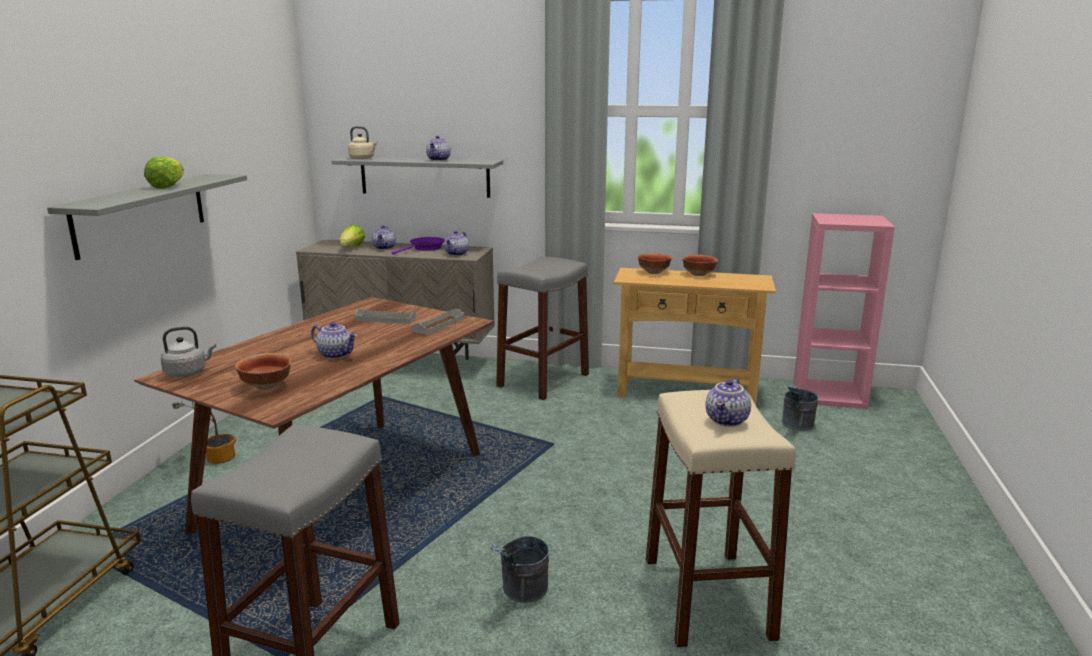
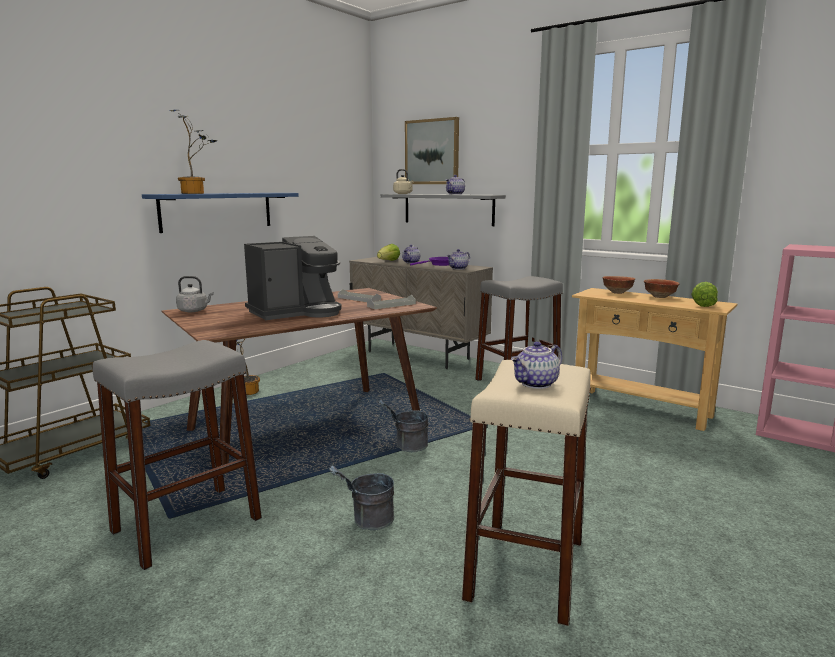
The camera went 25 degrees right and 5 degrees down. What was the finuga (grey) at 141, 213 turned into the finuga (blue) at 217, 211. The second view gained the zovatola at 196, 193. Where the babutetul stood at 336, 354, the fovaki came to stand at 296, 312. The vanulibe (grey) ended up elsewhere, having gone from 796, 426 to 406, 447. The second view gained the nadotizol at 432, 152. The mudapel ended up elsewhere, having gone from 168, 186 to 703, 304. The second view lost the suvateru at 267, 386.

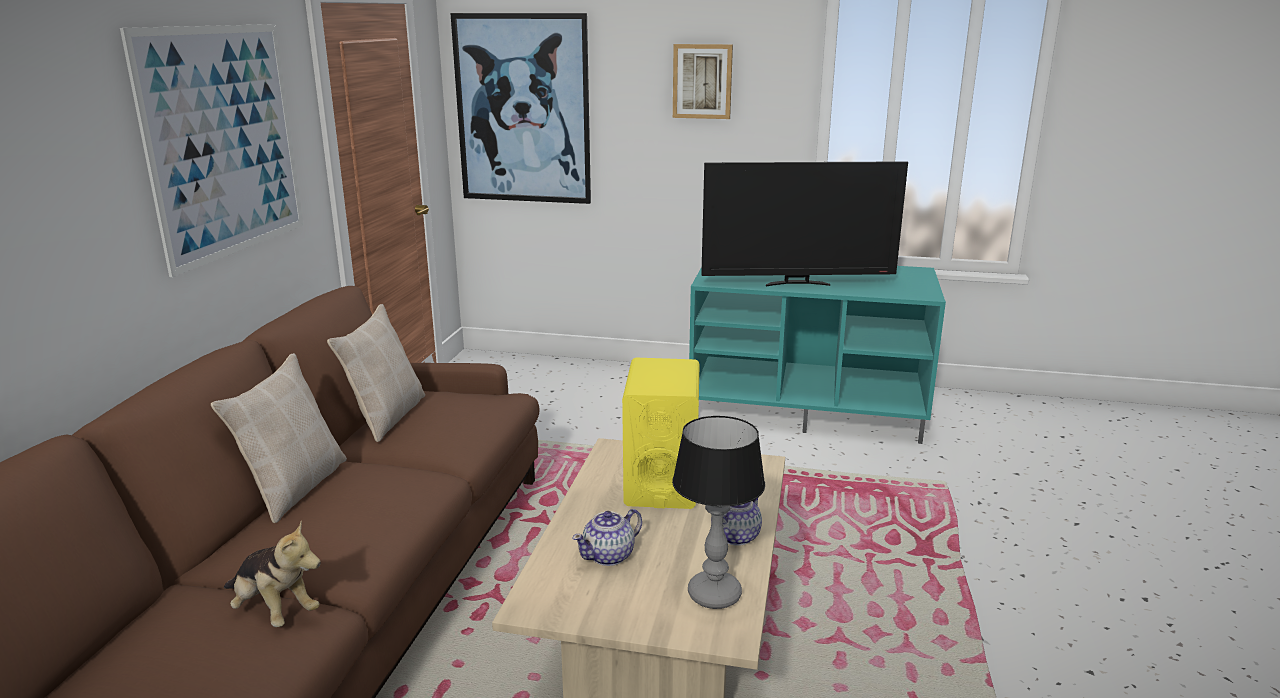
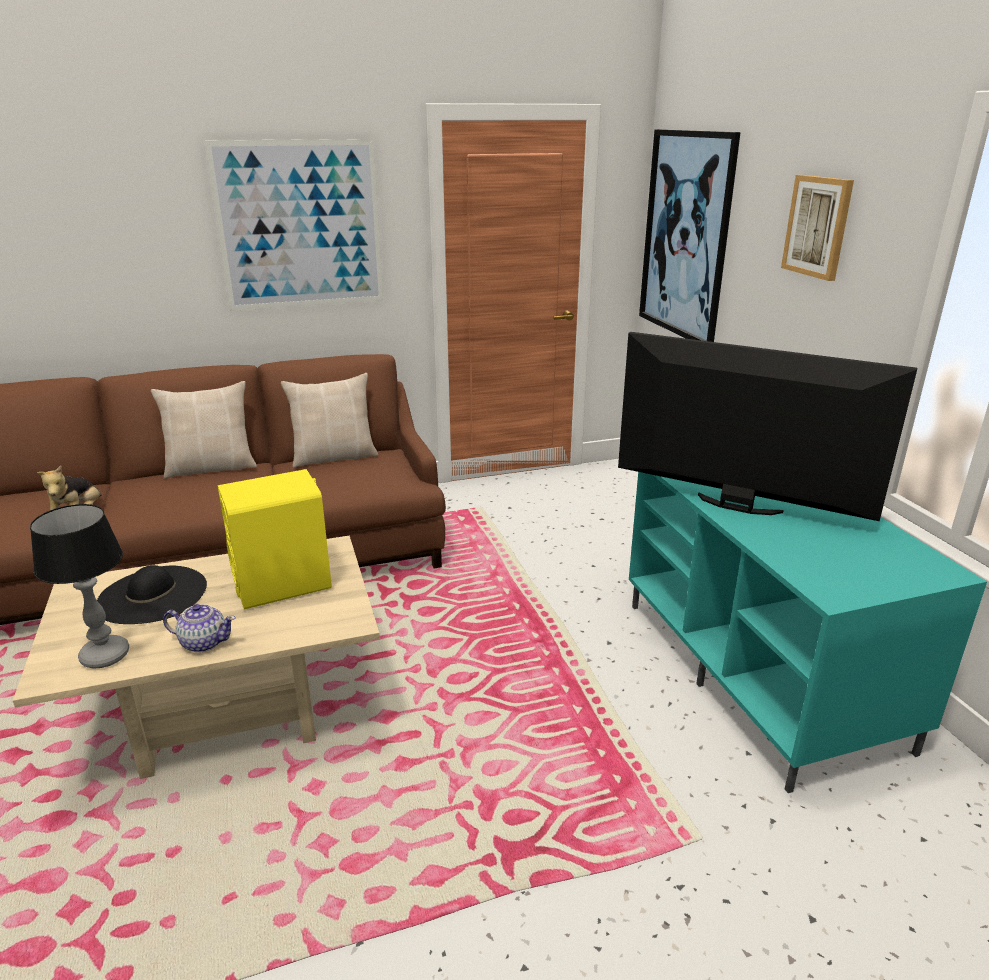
The camera went 60 degrees right and 5 degrees up. Where the babutetul stood at 609, 556, the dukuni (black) came to stand at 152, 595. The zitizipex at 797, 283 ended up facing another way, 150 degrees clockwise from before.

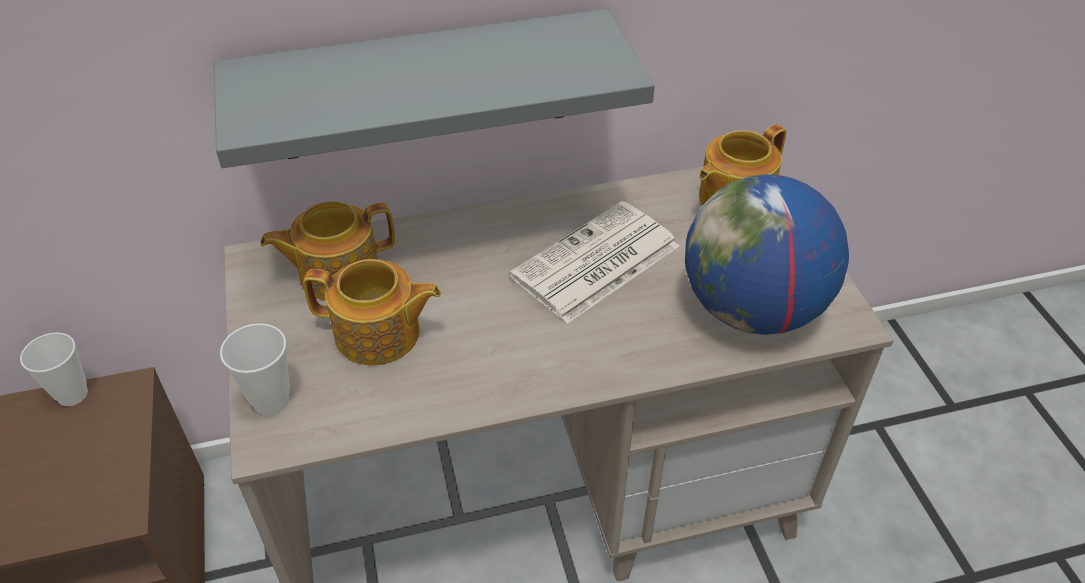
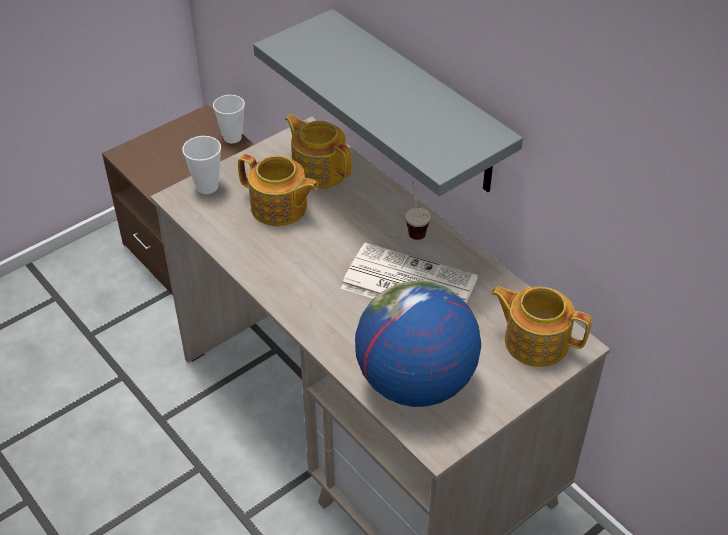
The camera went 65 degrees right and 0 degrees up. The babutetul at 379, 334 ended up facing another way, 45 degrees counterclockwise from before. The second view gained the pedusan at 415, 227.

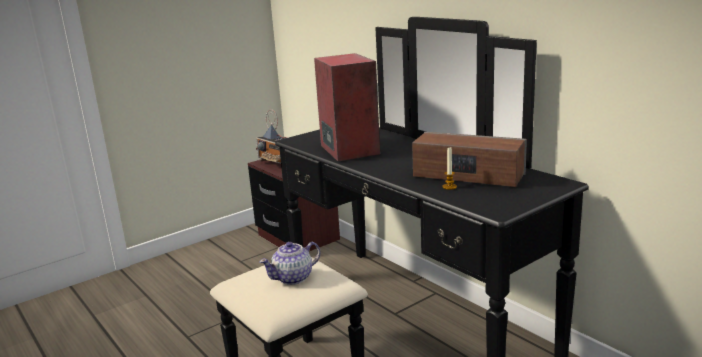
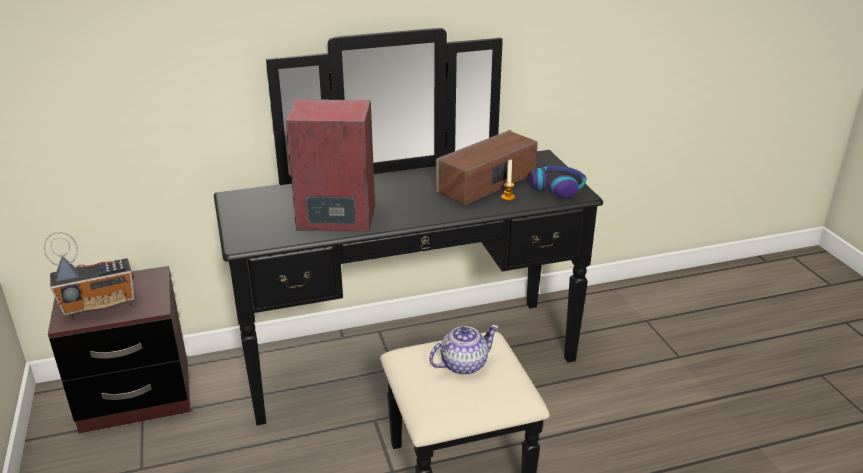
The camera went 70 degrees left and 10 degrees up. The babutetul at 293, 278 ended up facing another way, 105 degrees counterclockwise from before. The second view gained the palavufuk at 557, 187.

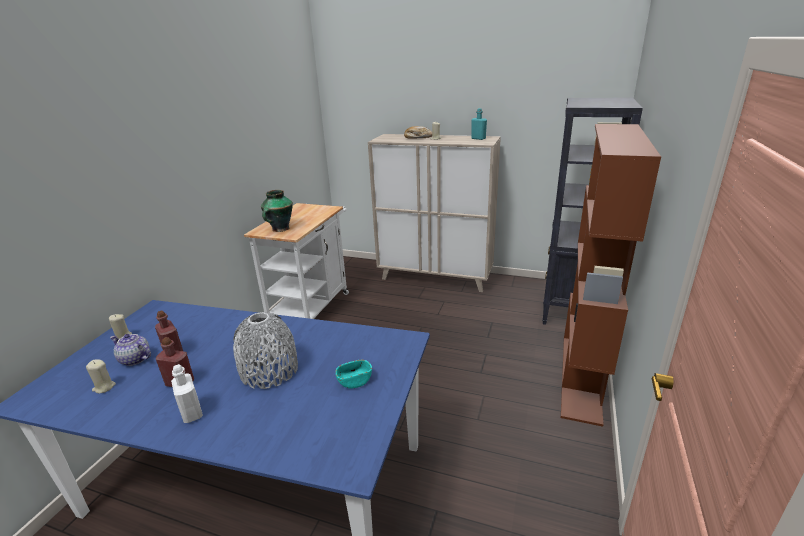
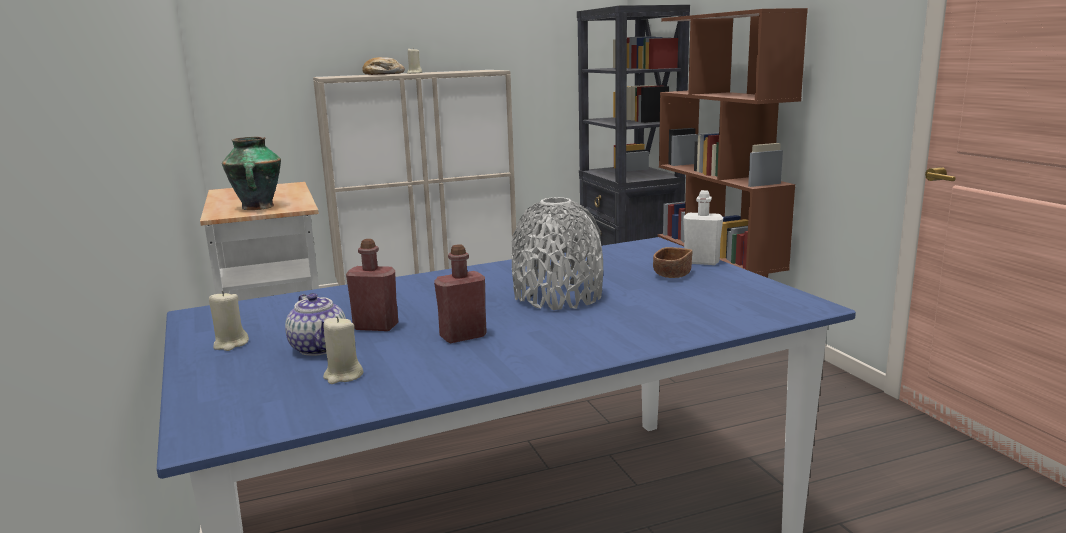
The camera went 40 degrees left and 10 degrees down. The babutetul at 134, 359 ended up facing another way, 105 degrees counterclockwise from before. What was the suvateru (turquoise) at 355, 381 turned into the suvateru (brown) at 672, 274. The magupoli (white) ended up elsewhere, having gone from 192, 413 to 701, 262. The second view lost the magupoli (turquoise) at 478, 138.

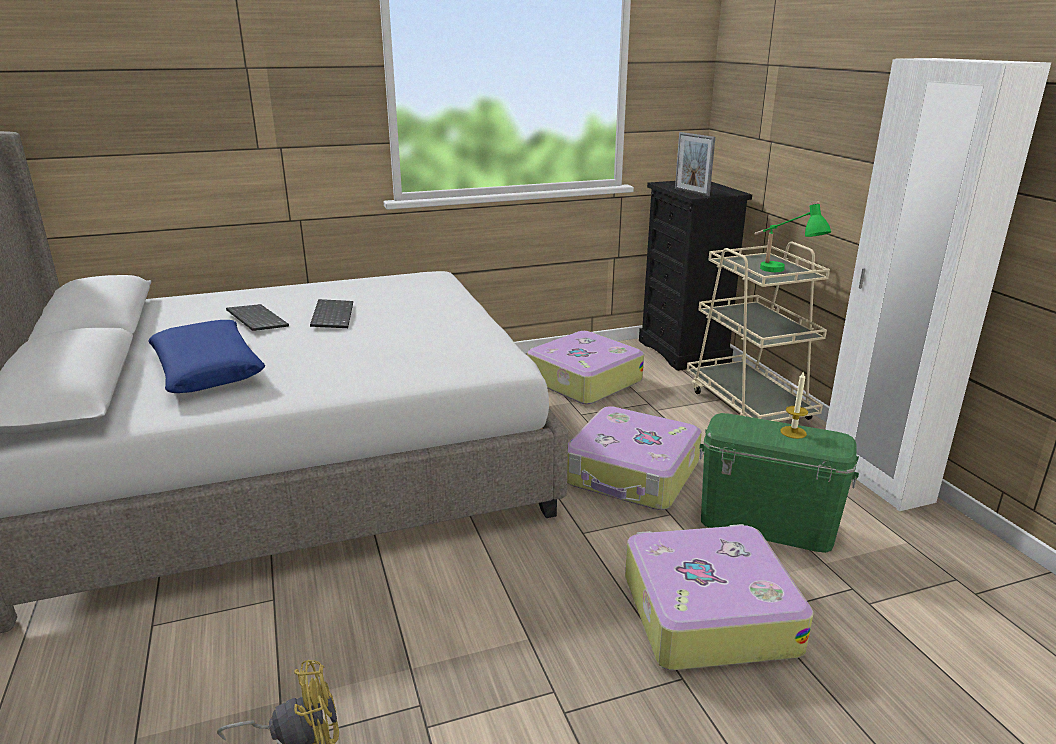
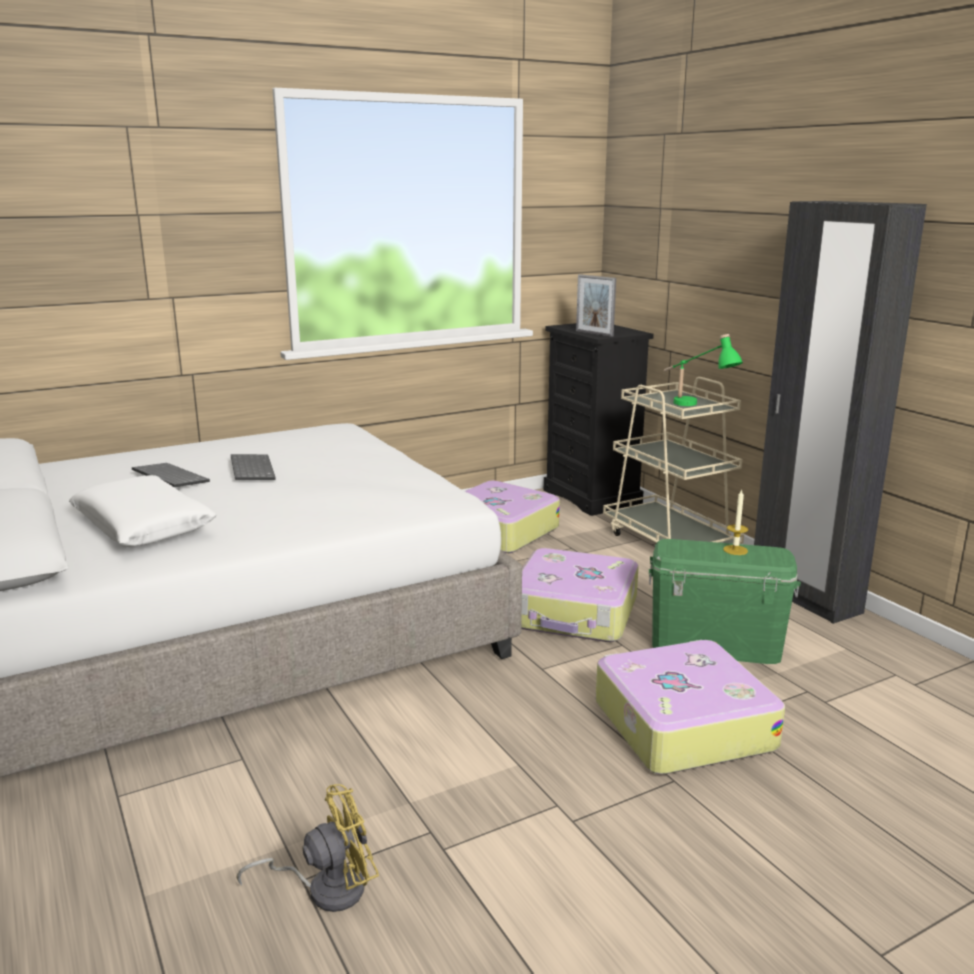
The camera went 10 degrees left and 5 degrees down. What was the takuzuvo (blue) at 208, 370 turned into the takuzuvo (white) at 144, 526. What was the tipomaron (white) at 874, 478 turned into the tipomaron (black) at 804, 597.

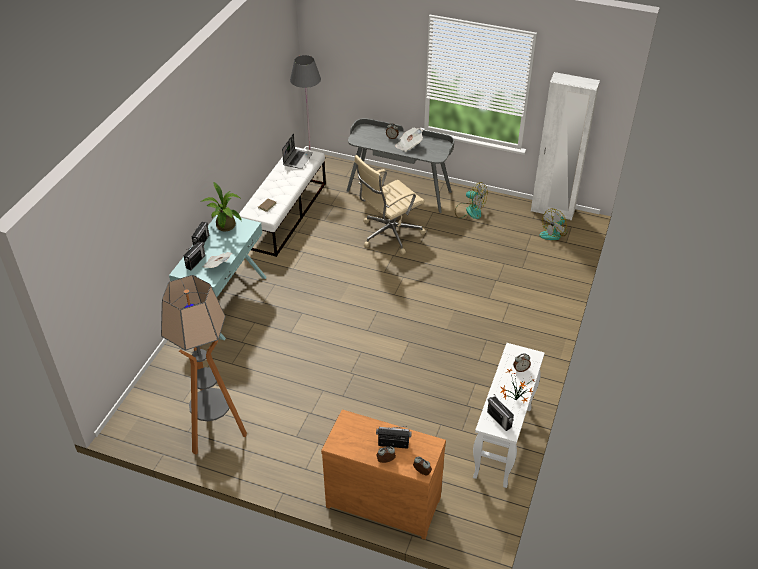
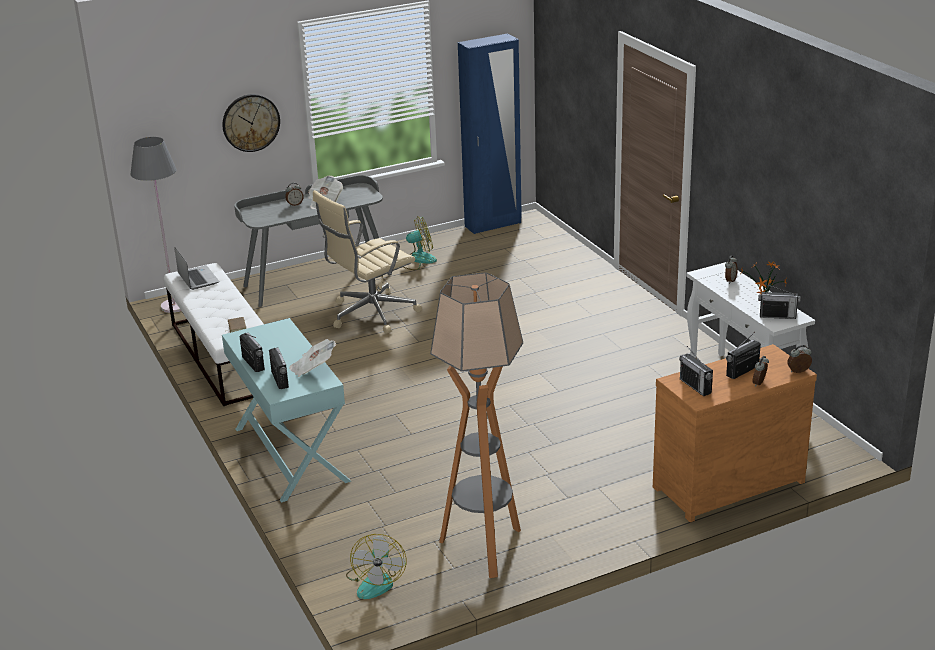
The camera went 45 degrees left and 15 degrees down. The second view gained the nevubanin at 251, 122. The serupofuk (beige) at 389, 234 ended up facing another way, 45 degrees clockwise from before. The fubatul ended up elsewhere, having gone from 553, 233 to 376, 581. What was the tipomaron (white) at 552, 211 turned into the tipomaron (blue) at 493, 225. The second view gained the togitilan at 695, 386. The second view lost the zovatola at 226, 227.

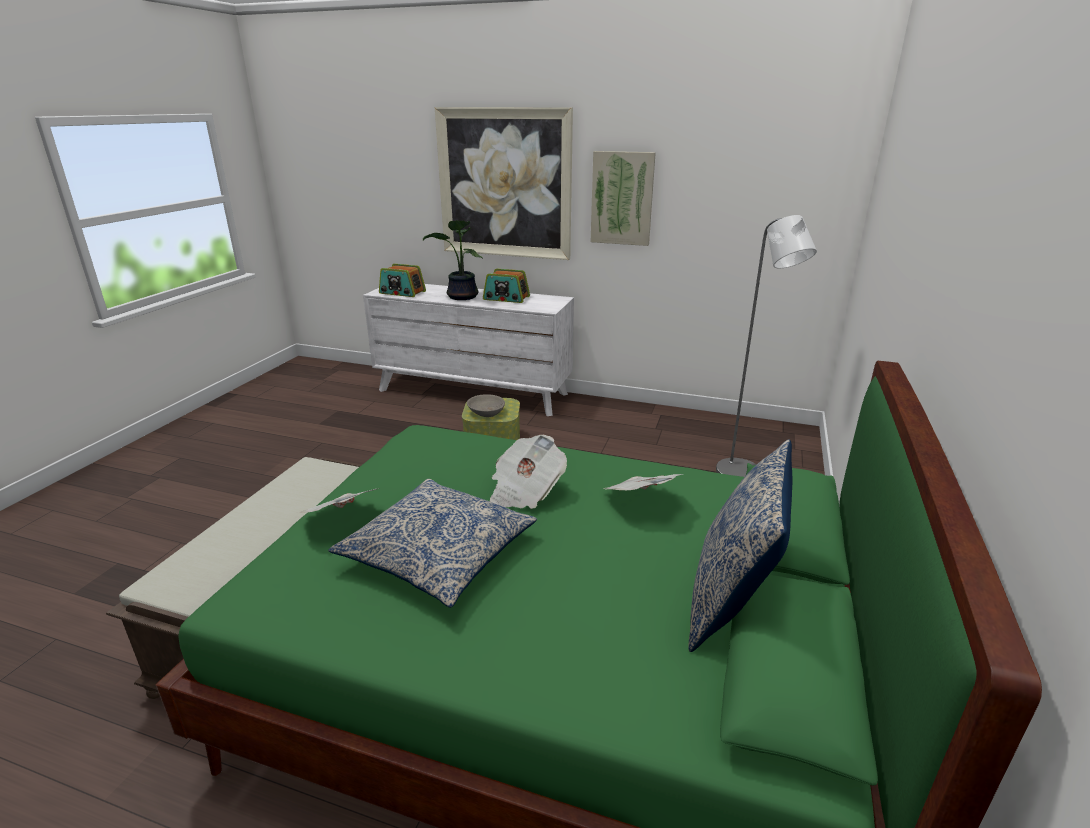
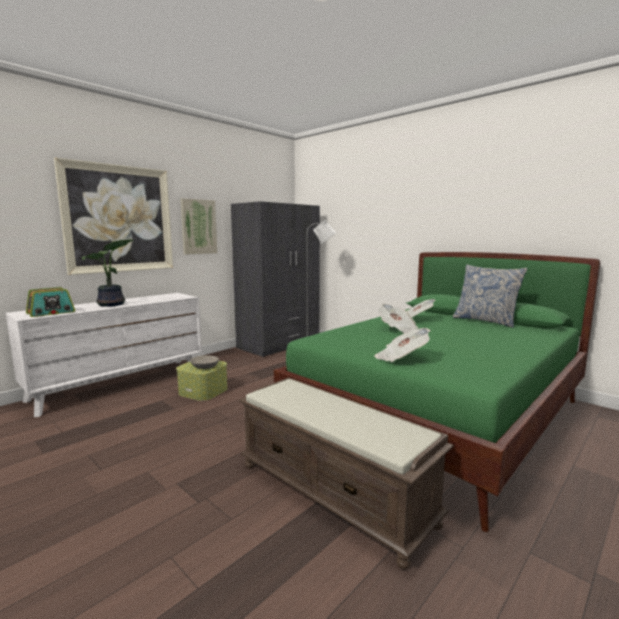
The camera went 65 degrees left and 15 degrees down. The second view gained the tipomaron (grey) at 279, 344. The second view lost the takuzuvo at 439, 553. The second view lost the togitilan at 506, 298.

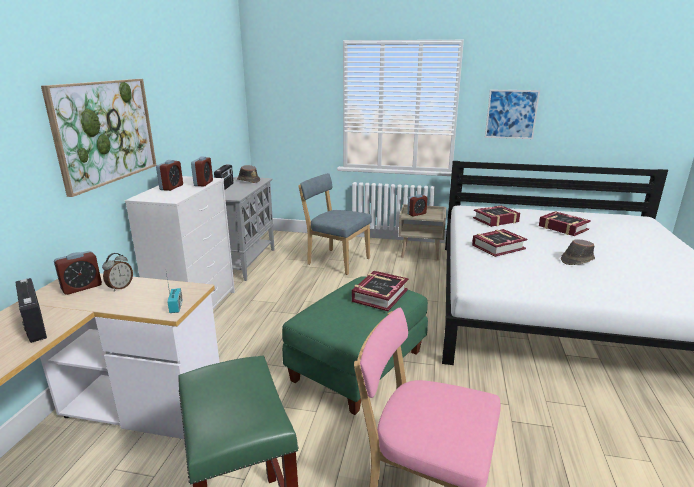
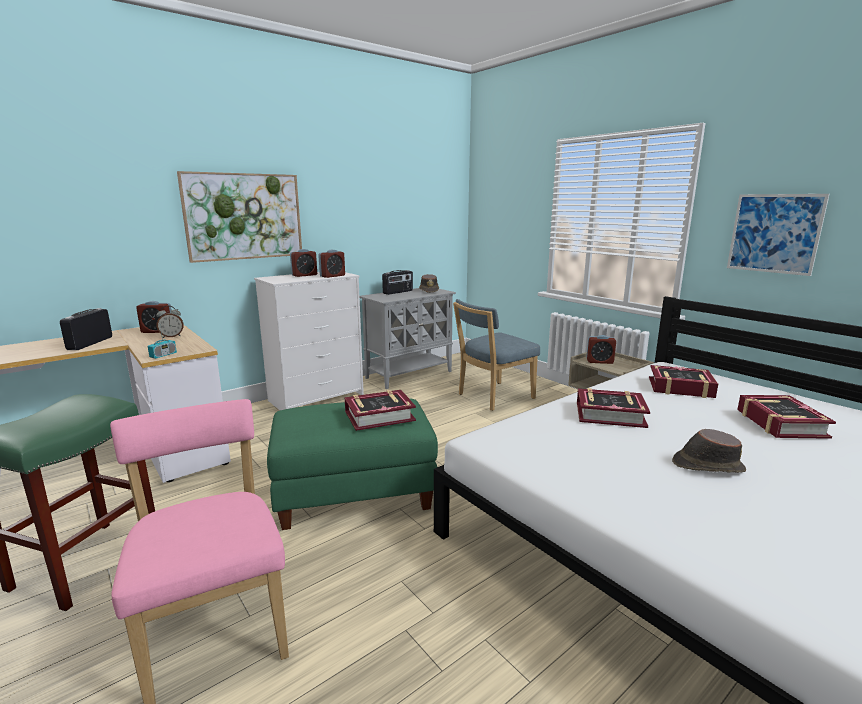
The camera went 40 degrees right and 5 degrees down. The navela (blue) at 336, 261 ended up facing another way, 105 degrees counterclockwise from before.

